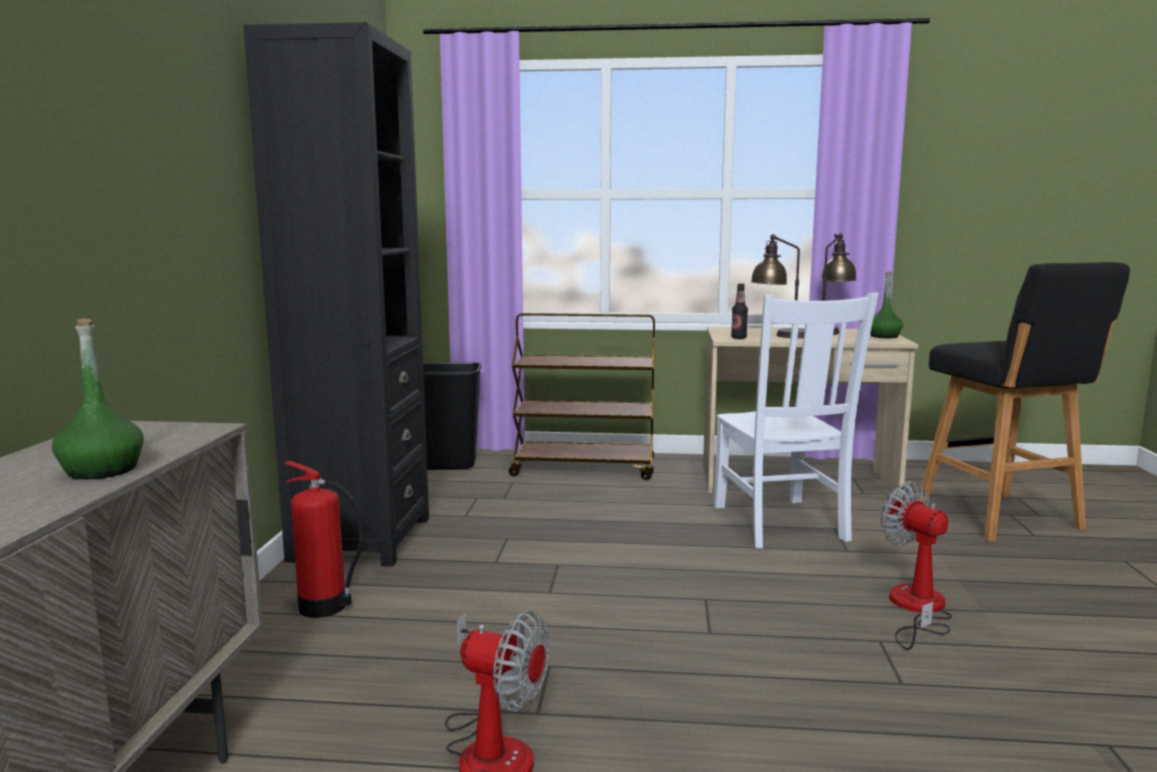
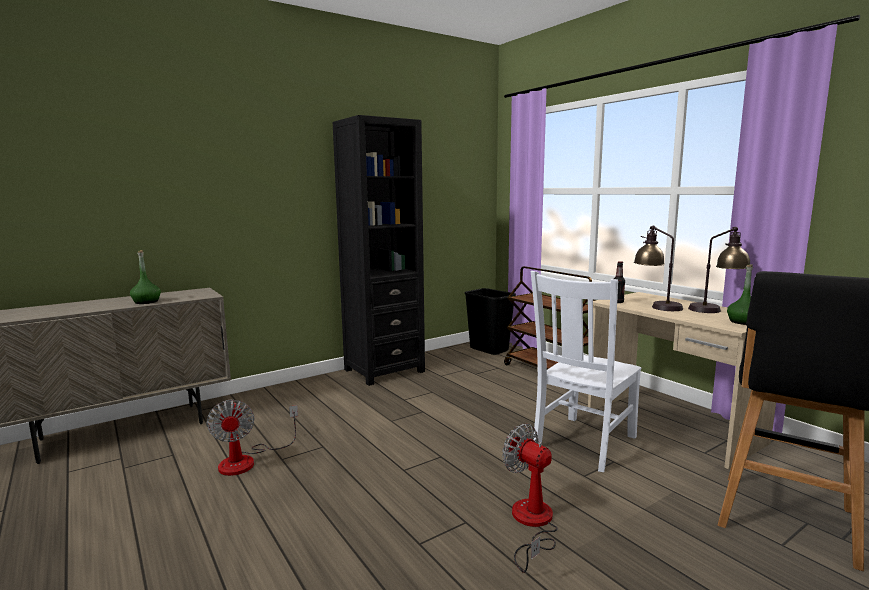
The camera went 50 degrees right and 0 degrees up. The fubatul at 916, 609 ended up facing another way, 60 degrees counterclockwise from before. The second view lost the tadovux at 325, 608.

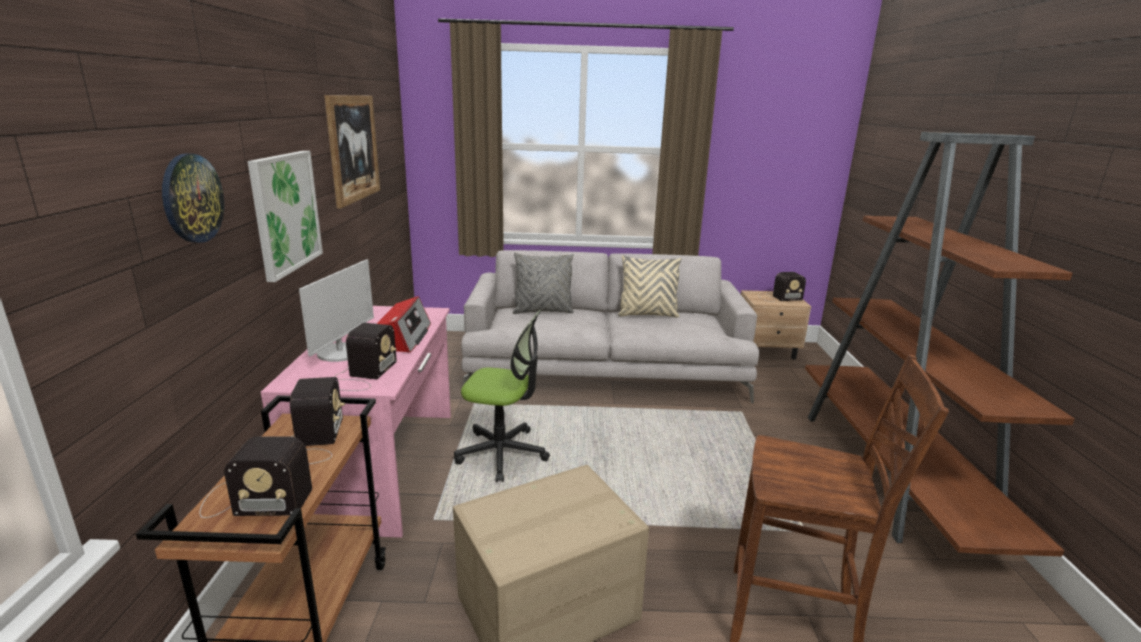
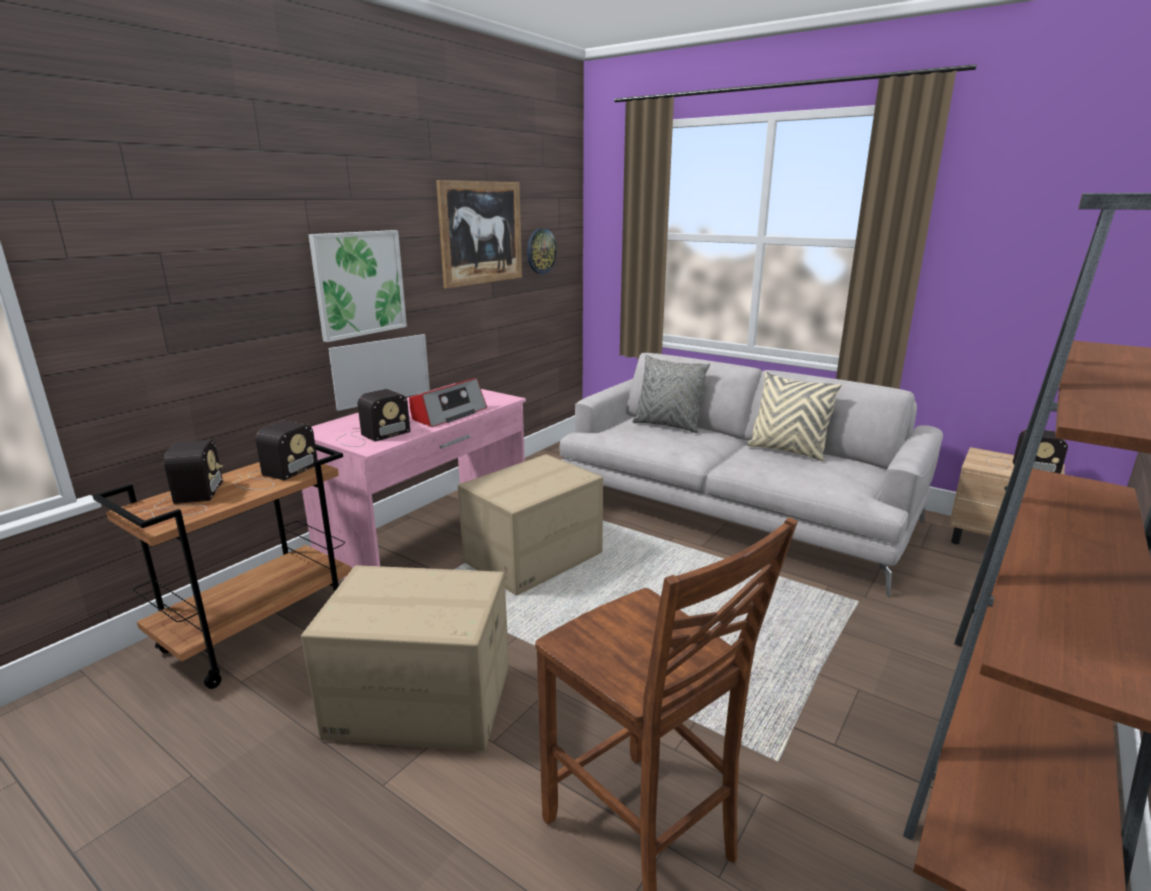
The camera went 35 degrees right and 0 degrees up. The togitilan at 253, 499 ended up facing another way, 135 degrees counterclockwise from before. Where the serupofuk stood at 502, 453, the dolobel came to stand at 534, 558. The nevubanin ended up elsewhere, having gone from 192, 198 to 540, 251.

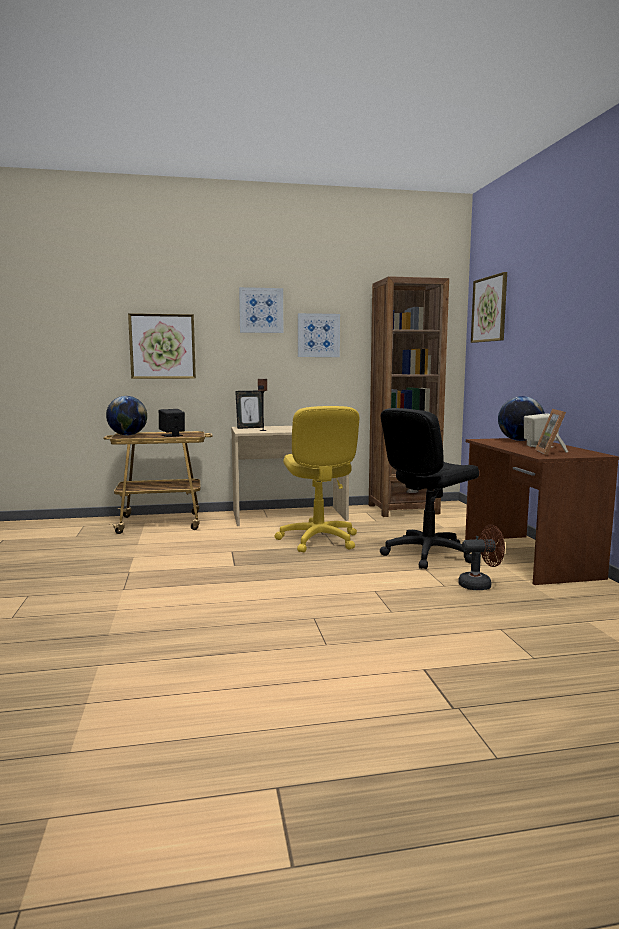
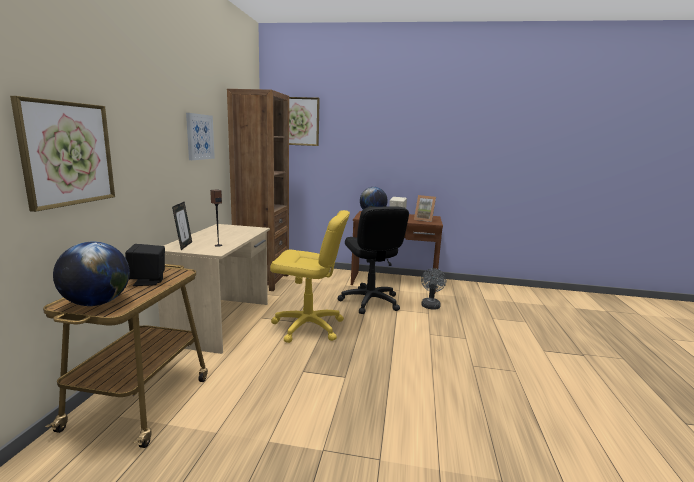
The camera went 70 degrees left and 5 degrees up. What was the fubatul (brown) at 480, 585 turned into the fubatul (grey) at 430, 304. The second view lost the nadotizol at 261, 310.

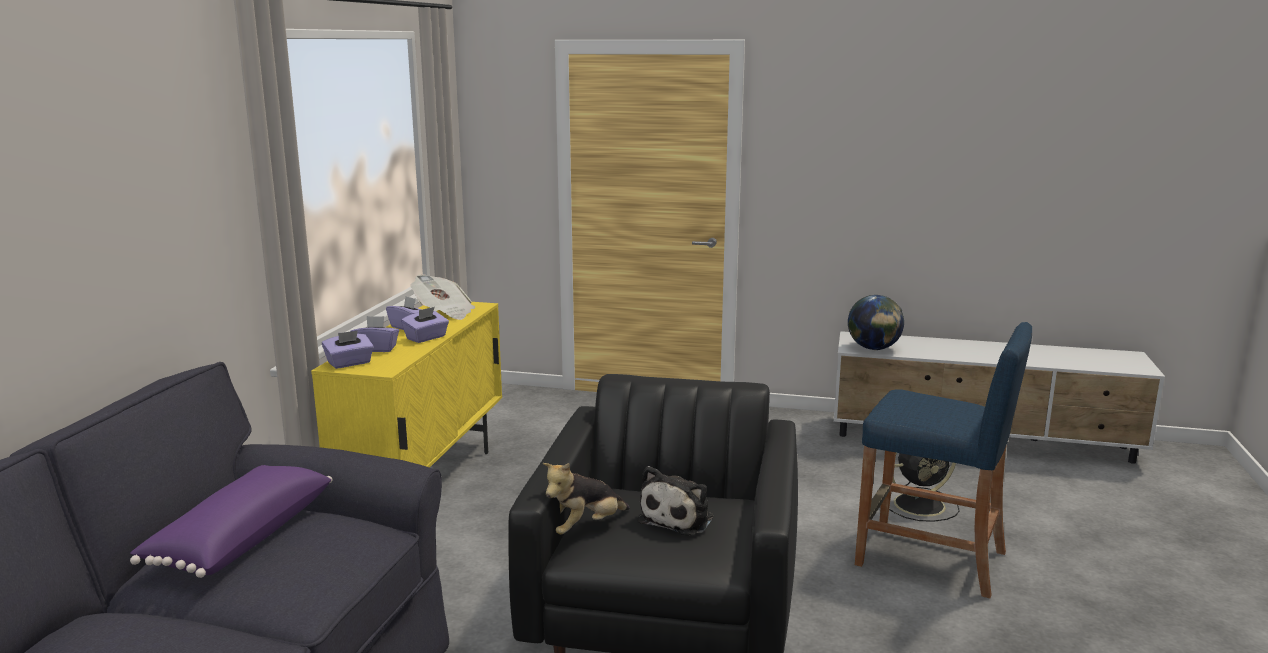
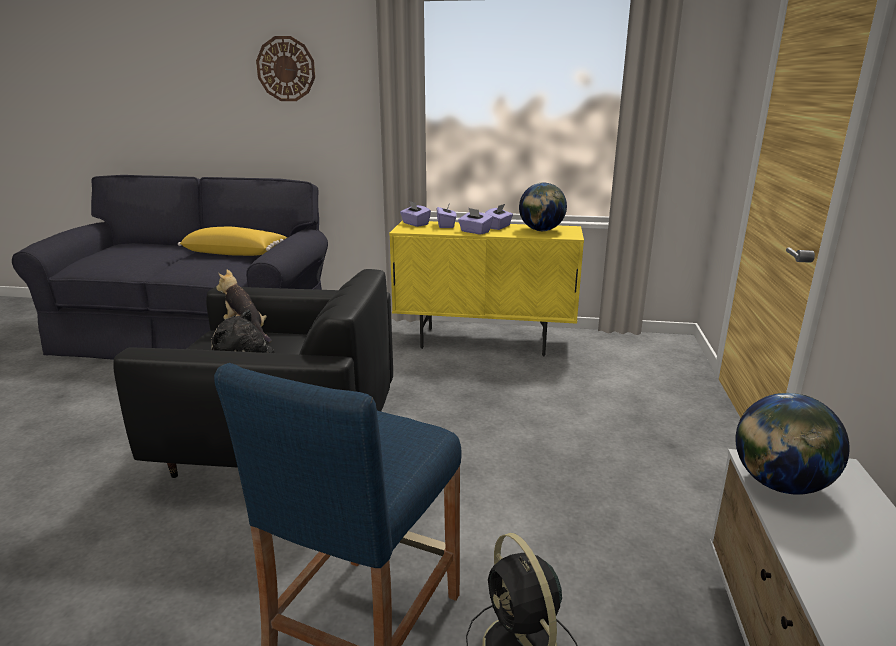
The camera went 85 degrees right and 5 degrees up. What was the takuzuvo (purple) at 240, 538 turned into the takuzuvo (yellow) at 235, 253. The second view gained the nevubanin at 286, 69. Where the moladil stood at 444, 313, the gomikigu came to stand at 541, 230.

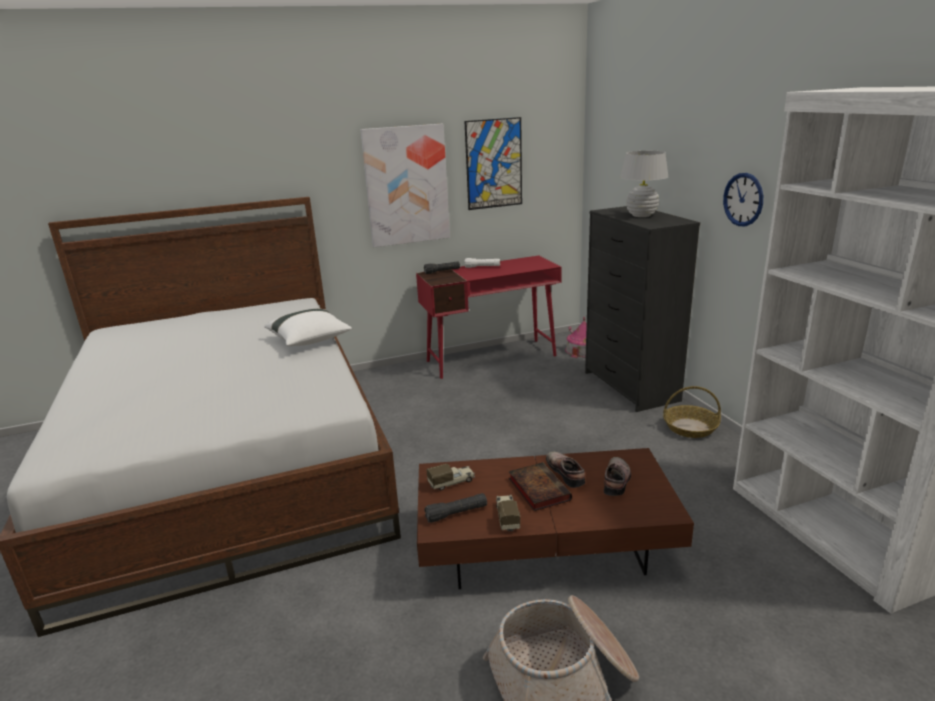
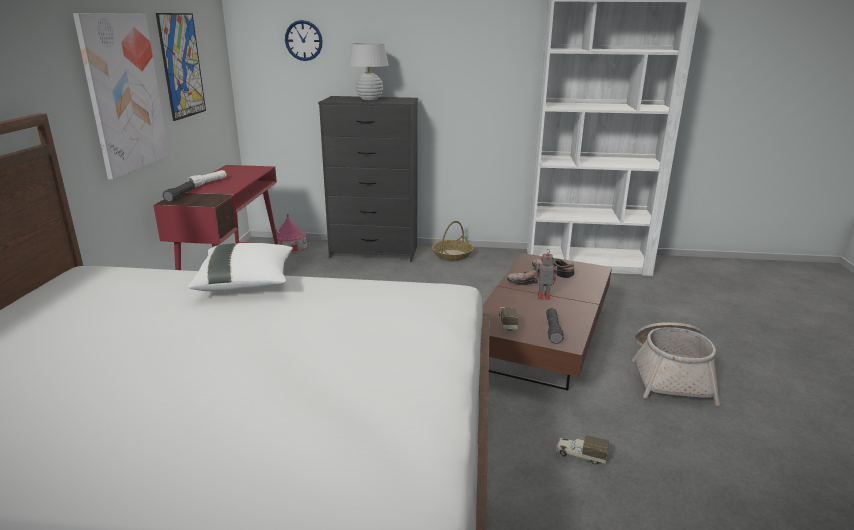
The camera went 65 degrees left and 0 degrees up. The nevubanin ended up elsewhere, having gone from 743, 199 to 303, 40. Where the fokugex stood at 537, 489, the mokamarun came to stand at 543, 296. The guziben ended up elsewhere, having gone from 507, 517 to 580, 455.

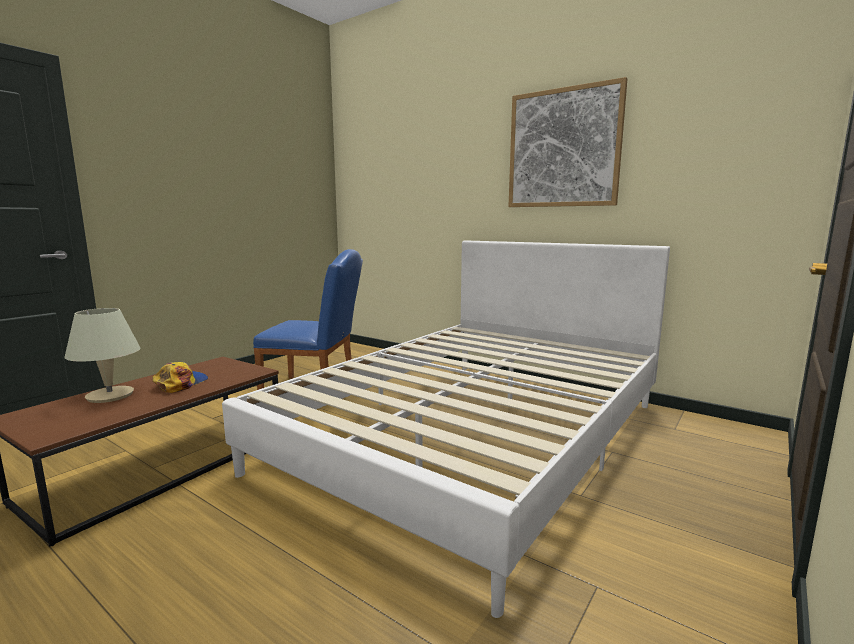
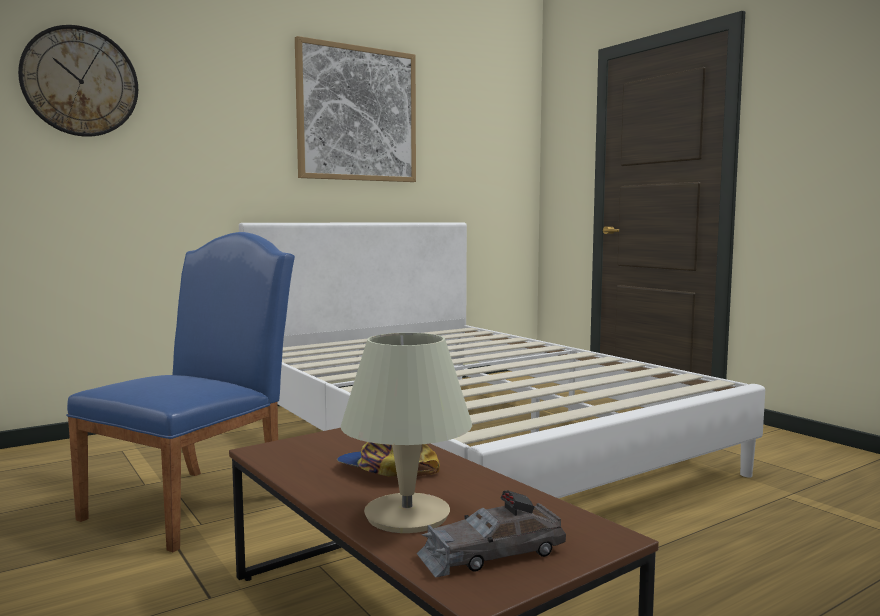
The camera went 70 degrees left and 5 degrees down. The second view gained the nevubanin at 80, 82. The second view gained the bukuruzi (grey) at 491, 553.

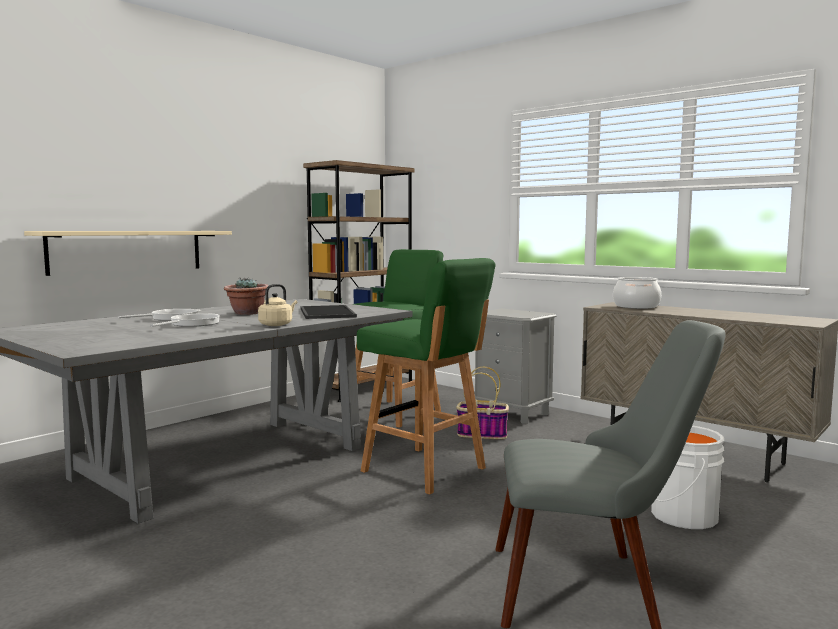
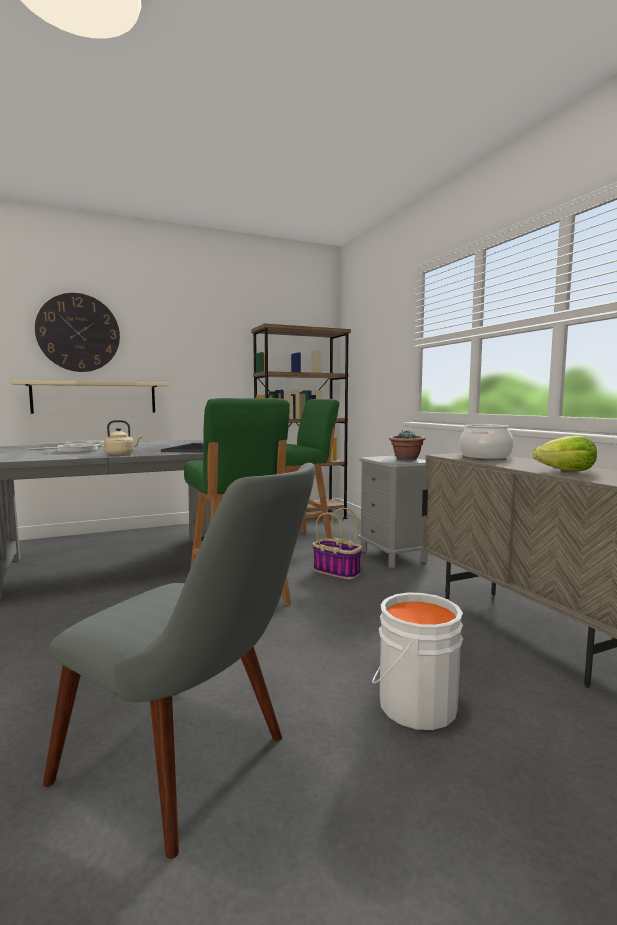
The camera went 25 degrees right and 0 degrees up. The second view gained the nevubanin at 78, 333. The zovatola ended up elsewhere, having gone from 247, 313 to 406, 459. The second view gained the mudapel at 566, 471.

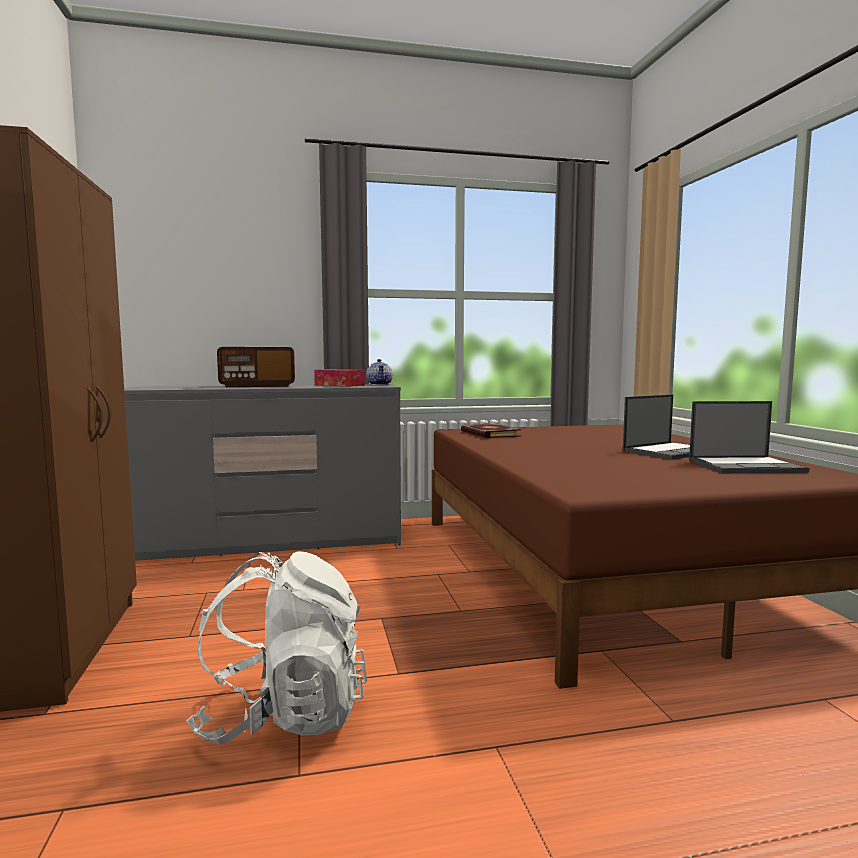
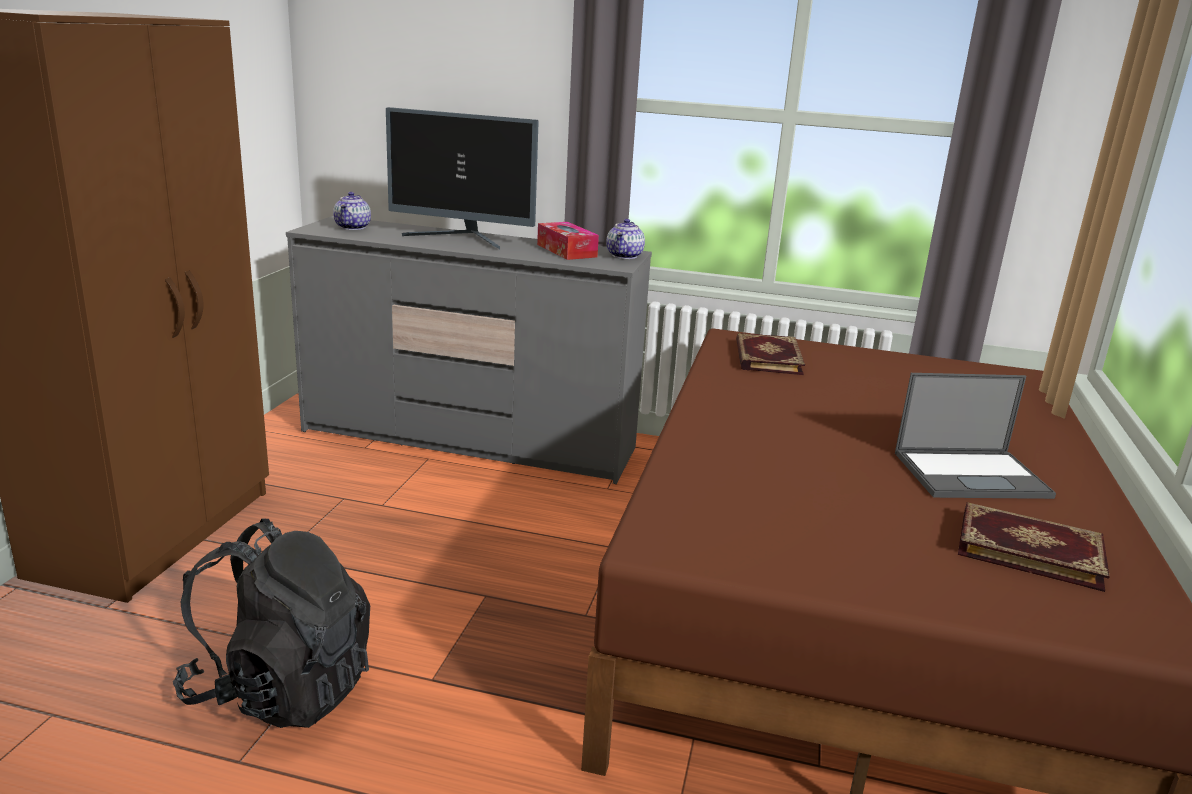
The camera went 25 degrees right and 15 degrees up. What was the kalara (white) at 284, 716 turned into the kalara (black) at 281, 689. The second view gained the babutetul at 353, 227. Where the togitilan stood at 258, 386, the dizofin came to stand at 462, 238. Where the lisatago stood at 746, 466, the fokugex came to stand at 1029, 549.

